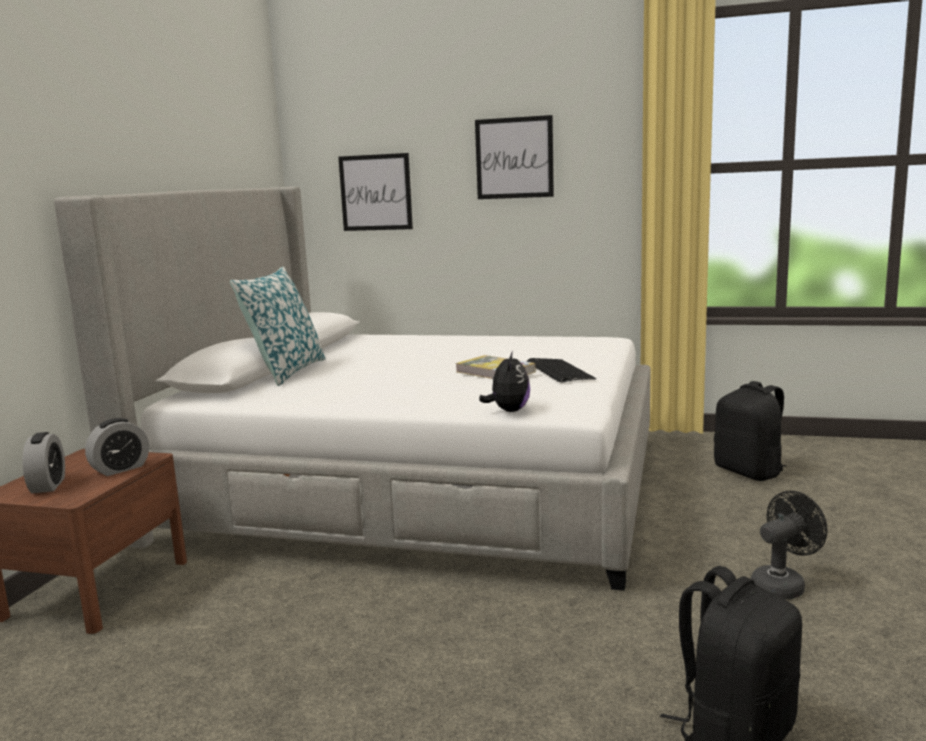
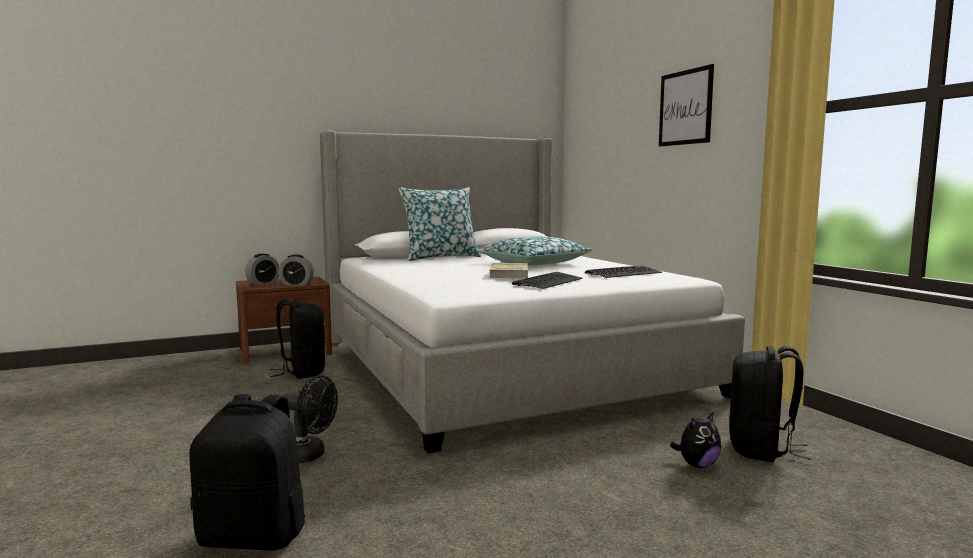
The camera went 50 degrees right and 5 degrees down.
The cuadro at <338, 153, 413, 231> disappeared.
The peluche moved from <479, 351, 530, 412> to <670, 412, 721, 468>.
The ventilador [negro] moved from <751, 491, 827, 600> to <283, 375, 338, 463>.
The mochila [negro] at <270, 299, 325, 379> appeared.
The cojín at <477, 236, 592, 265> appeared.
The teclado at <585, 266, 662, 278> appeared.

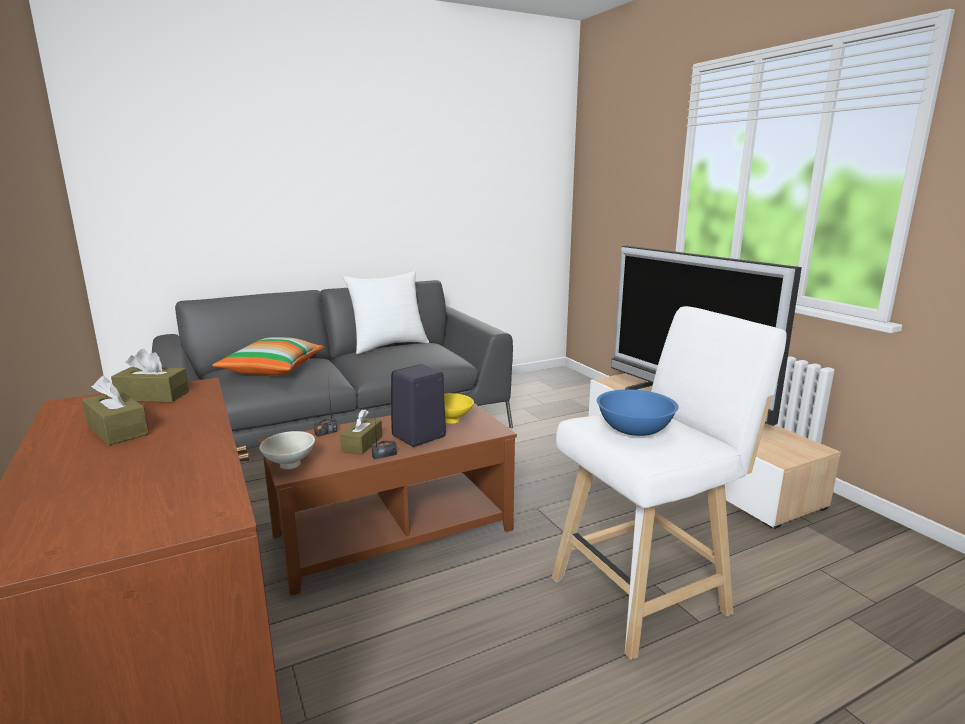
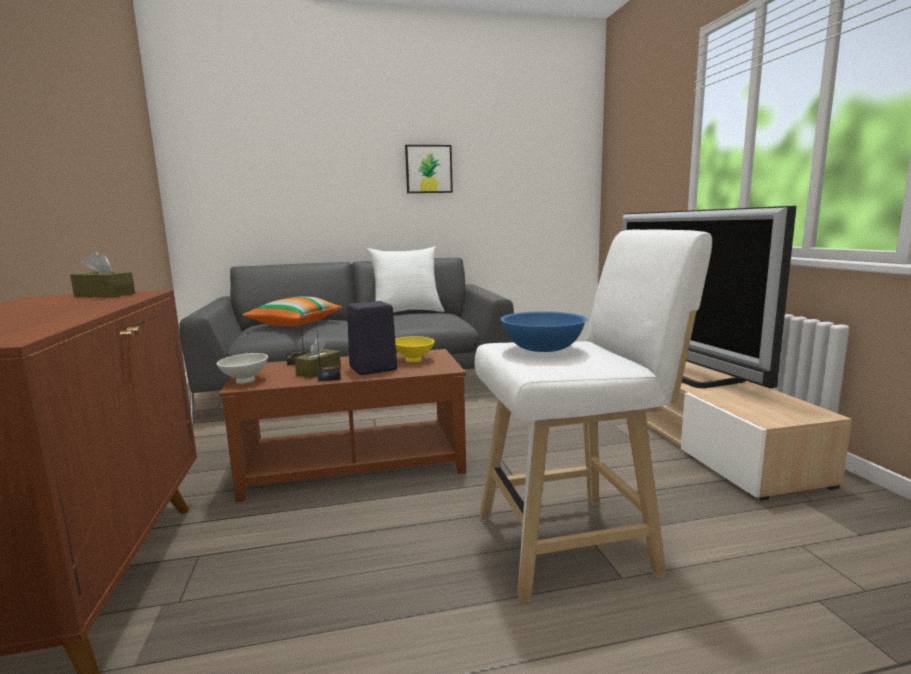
The camera went 15 degrees right and 5 degrees down.
The caja de pañuelos [marrón] at <82, 376, 149, 445> disappeared.
The cuadro at <405, 145, 453, 193> appeared.

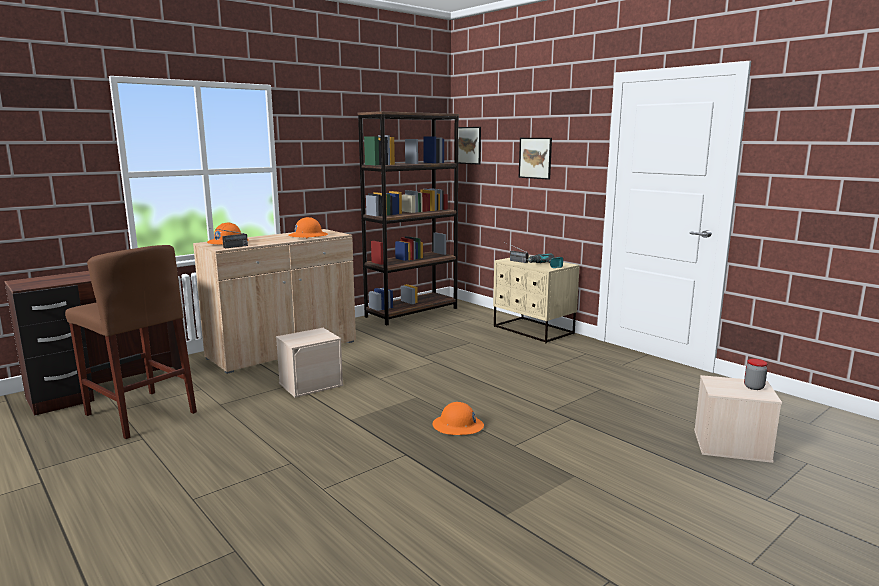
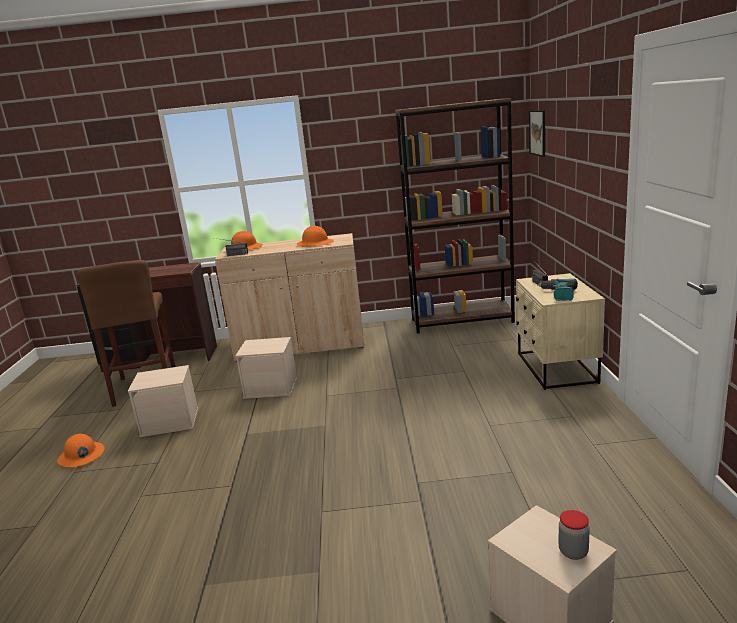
The camera went 40 degrees right and 5 degrees up.
The casco [naranja] moved from <432, 402, 484, 435> to <57, 433, 104, 467>.
The cuadro at <519, 138, 552, 180> disappeared.
The caja de almacenaje [beis] at <128, 365, 198, 437> appeared.

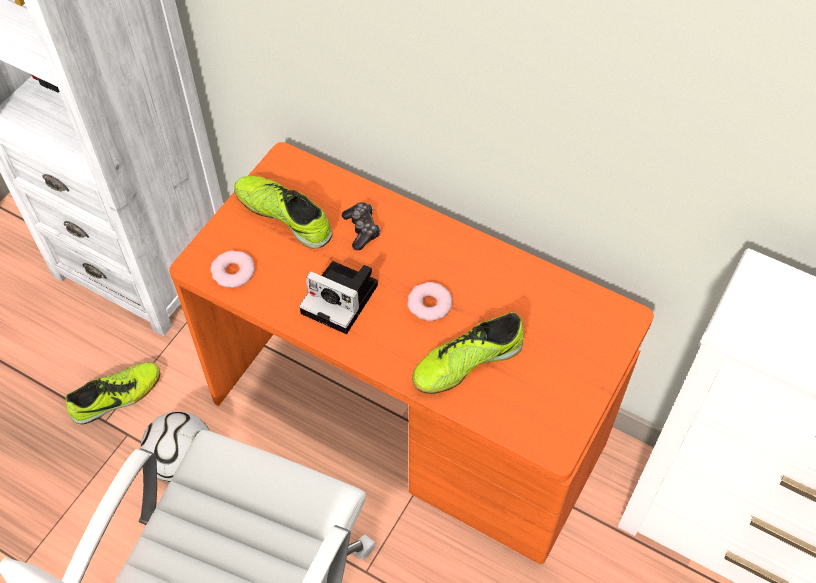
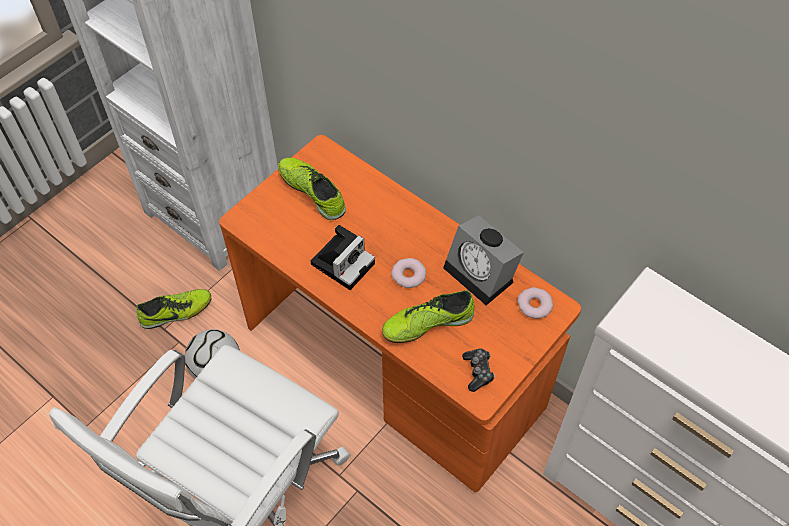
The camera went 10 degrees right and 0 degrees up.
The rosquilla moved from <210, 250, 255, 288> to <517, 287, 553, 319>.
The cámara at <299, 261, 378, 334> turned 90 degrees counterclockwise.
The mando de consola moved from <342, 202, 381, 250> to <462, 349, 495, 392>.
The despertador at <443, 215, 524, 305> appeared.

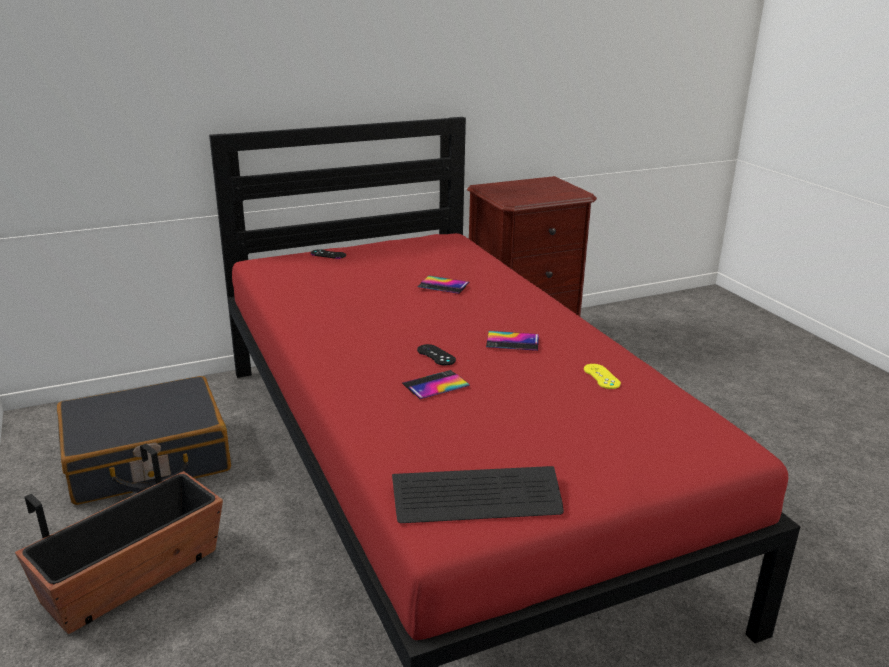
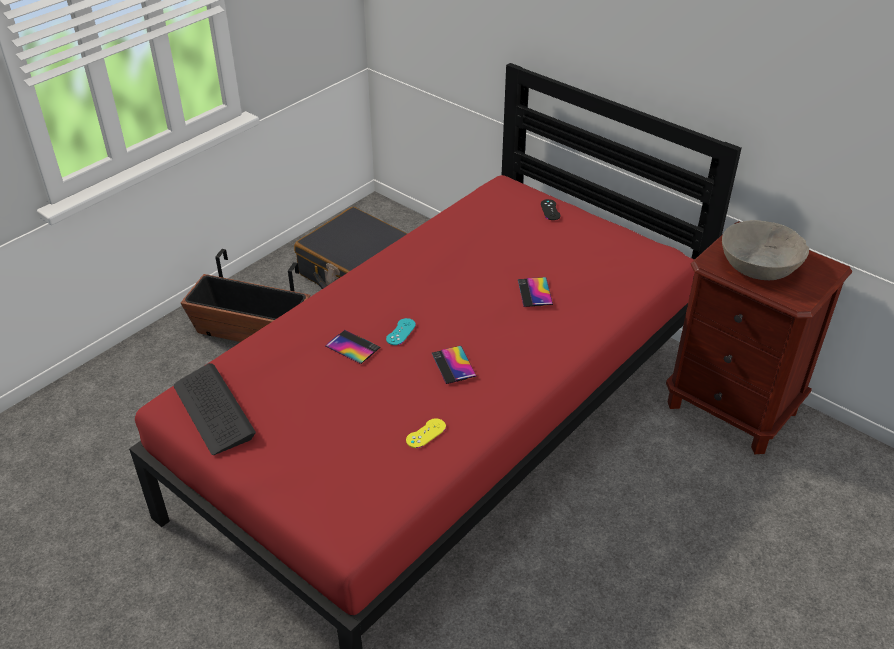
The camera went 65 degrees right and 15 degrees up.
The mando de consola [negro] at <417, 344, 456, 366> became the mando de consola [turquesa] at <386, 318, 416, 345>.
The cuenco [gris] at <722, 220, 809, 280> appeared.

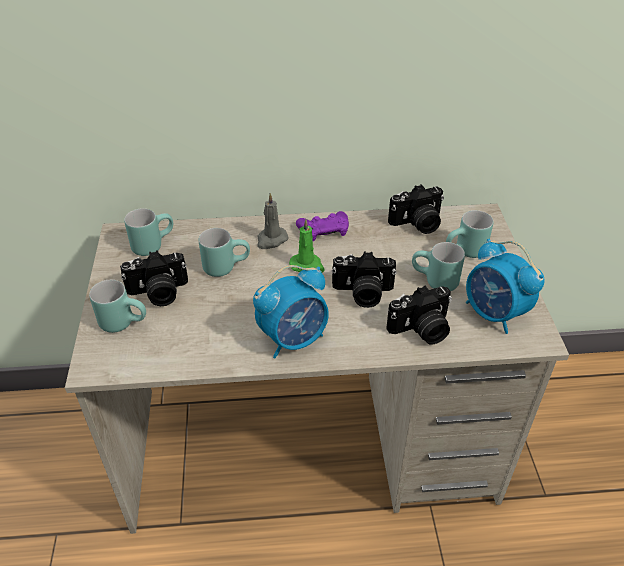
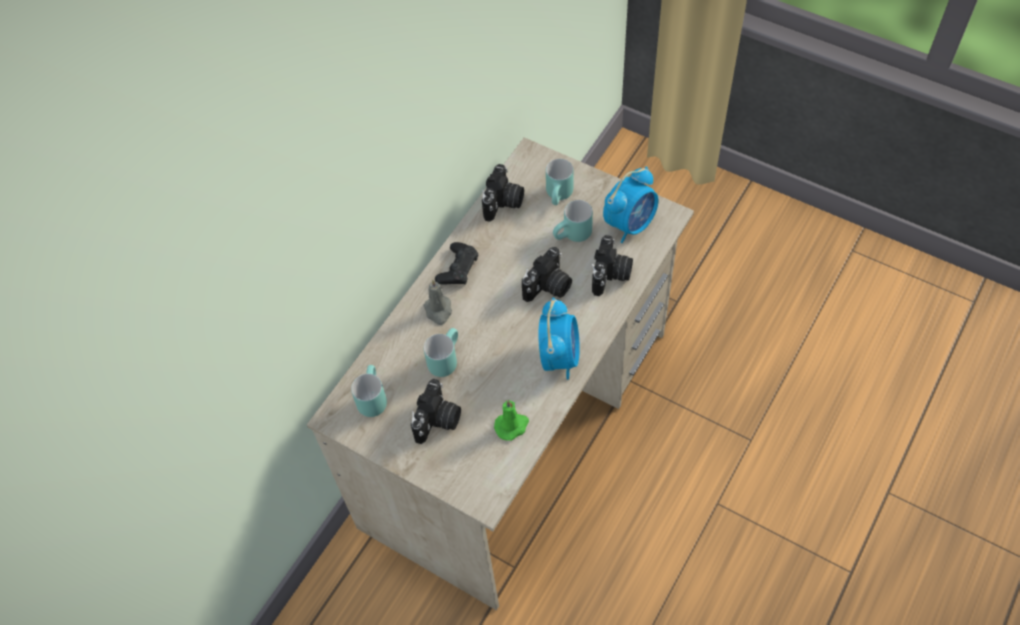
The camera went 50 degrees left and 15 degrees up.
The taza grande [turquesa] at <89, 280, 146, 333> disappeared.
The vela [verde] moved from <289, 219, 324, 273> to <494, 400, 529, 441>.
The mando de consola [morado] at <296, 211, 349, 241> became the mando de consola [negro] at <435, 242, 478, 285>.
The despertador at <466, 239, 545, 334> turned 45 degrees counterclockwise.

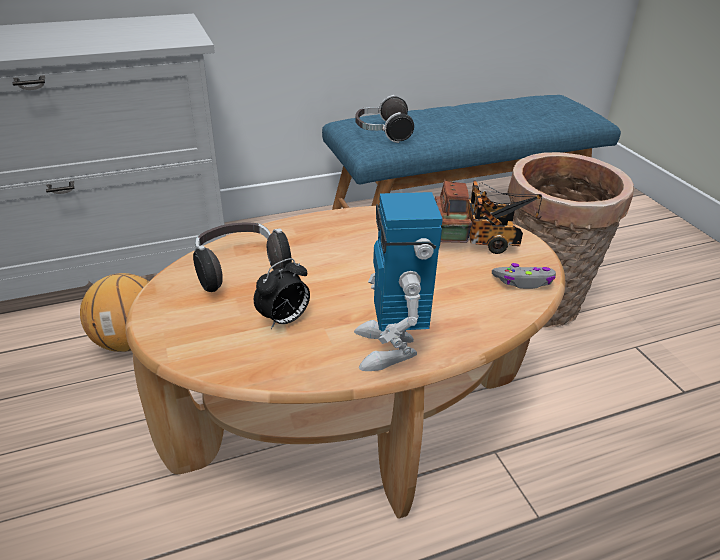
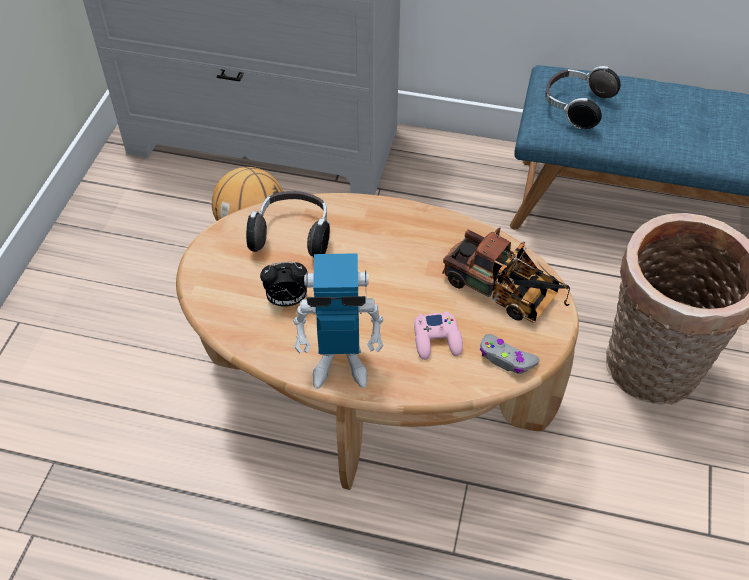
The camera went 35 degrees right and 15 degrees up.
The robot de juguete at <354, 192, 443, 371> turned 120 degrees counterclockwise.
The mando de consola [rosa] at <414, 311, 463, 360> appeared.

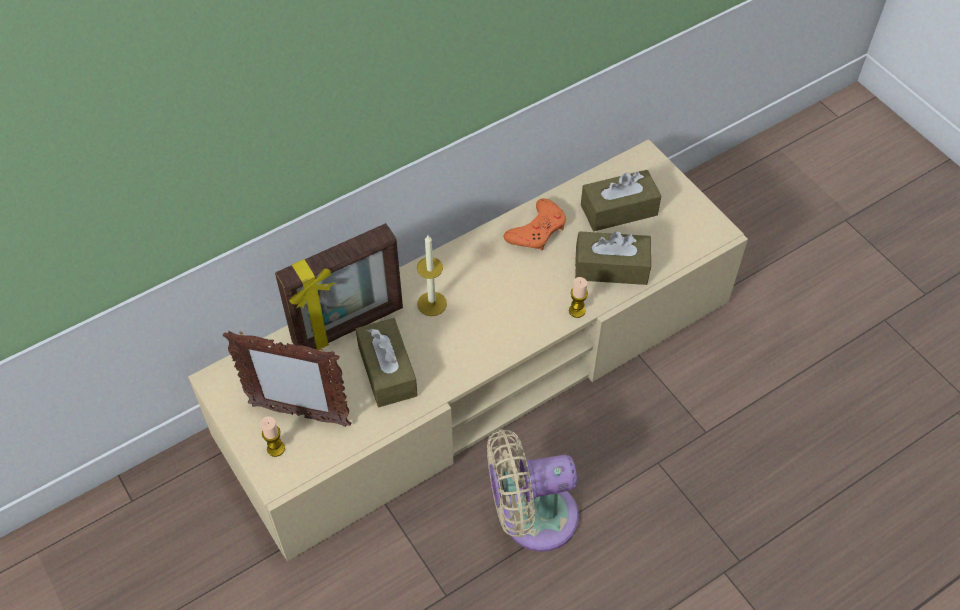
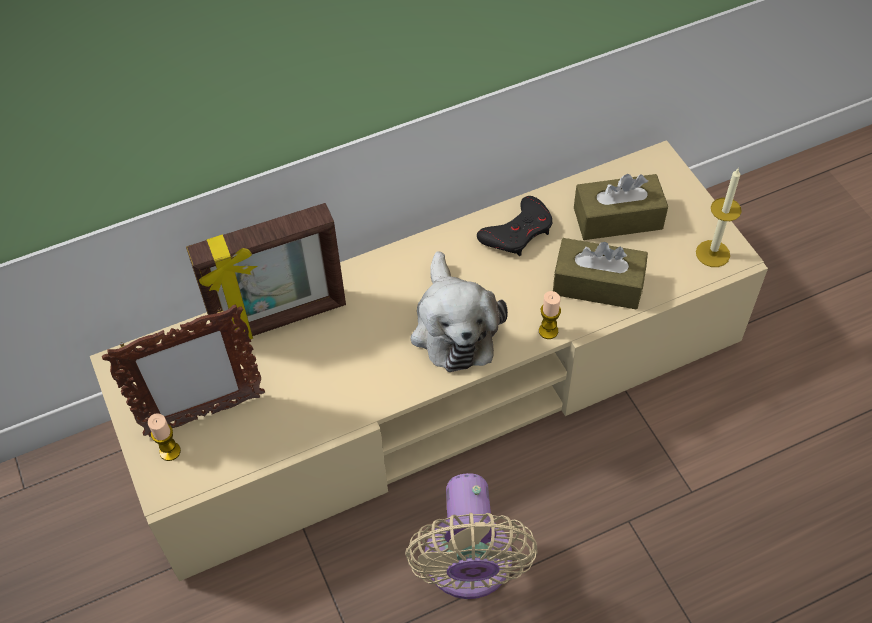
The camera went 10 degrees right and 0 degrees up.
The portarretratos at <223, 331, 351, 427> turned 45 degrees counterclockwise.
The caja de pañuelos [marrón] at <355, 318, 418, 407> disappeared.
The vela moved from <417, 235, 447, 316> to <696, 169, 742, 267>.
The ventilador [beis] at <487, 429, 579, 552> turned 90 degrees counterclockwise.
The mando de consola [naranja] at <504, 198, 566, 251> became the mando de consola [negro] at <477, 196, 553, 256>.
The peluche at <411, 251, 508, 372> appeared.

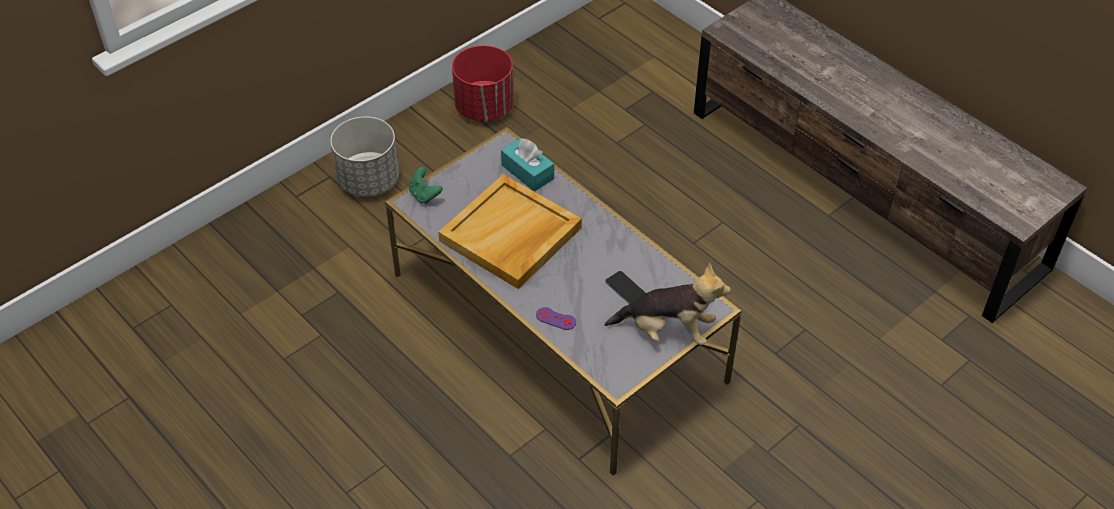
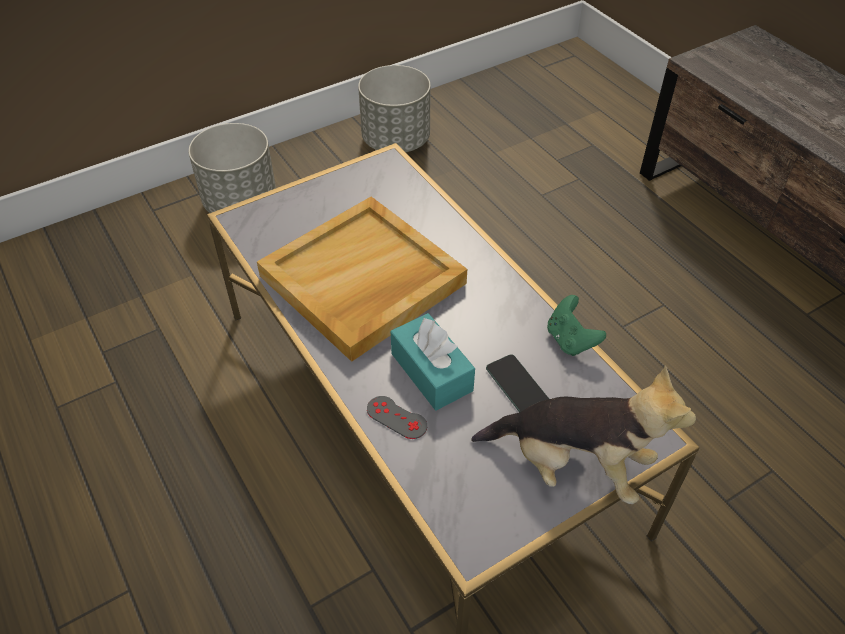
The camera went 10 degrees right and 0 degrees up.
The mando de consola [verde] moved from <409, 167, 443, 204> to <547, 295, 606, 356>.
The maceta [rojo] at <452, 45, 514, 121> became the maceta [gris] at <358, 65, 431, 152>.
The caja de pañuelos [turquesa] moved from <501, 137, 554, 192> to <391, 313, 475, 411>.
The mando de consola [morado] at <536, 307, 576, 330> became the mando de consola [gris] at <367, 396, 427, 439>.

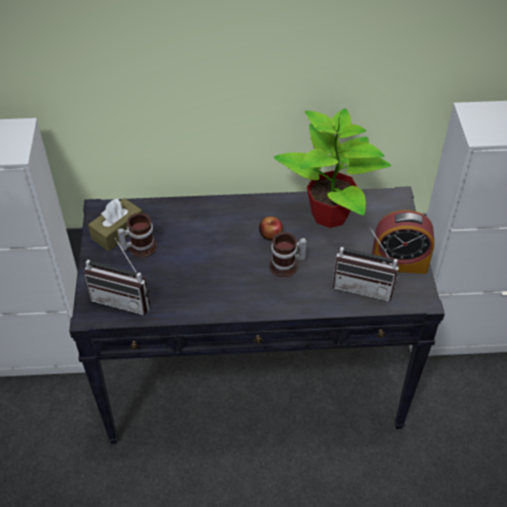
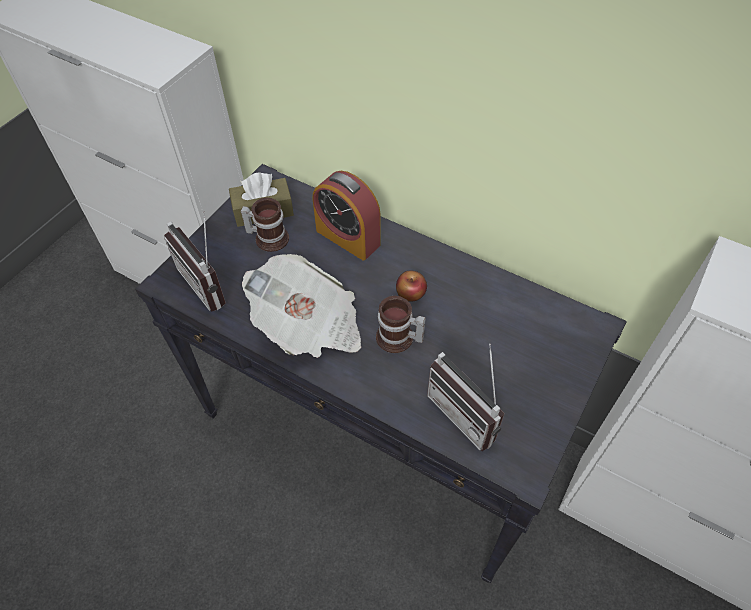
The camera went 35 degrees right and 5 degrees up.
The planta en maceta at <274, 109, 391, 228> disappeared.
The despertador moved from <372, 210, 434, 274> to <313, 171, 381, 261>.
The periódico at <242, 254, 361, 358> appeared.

